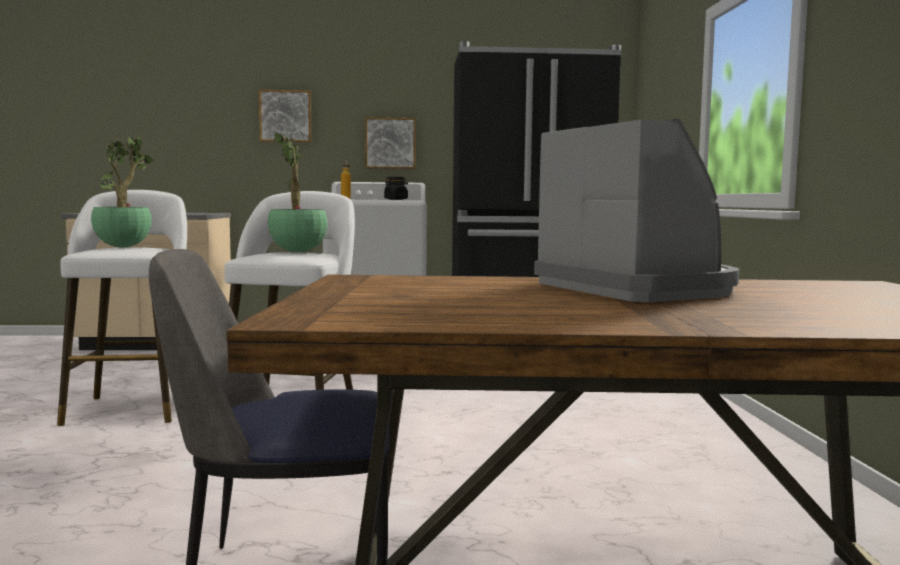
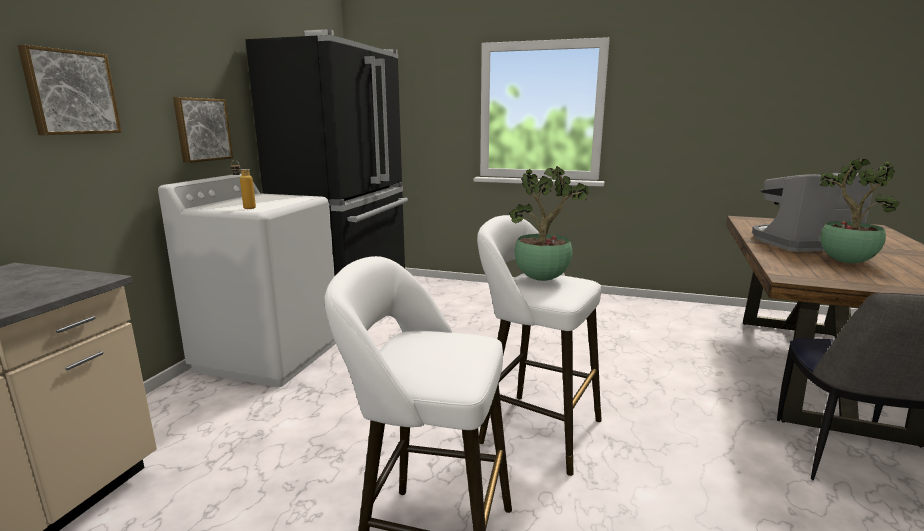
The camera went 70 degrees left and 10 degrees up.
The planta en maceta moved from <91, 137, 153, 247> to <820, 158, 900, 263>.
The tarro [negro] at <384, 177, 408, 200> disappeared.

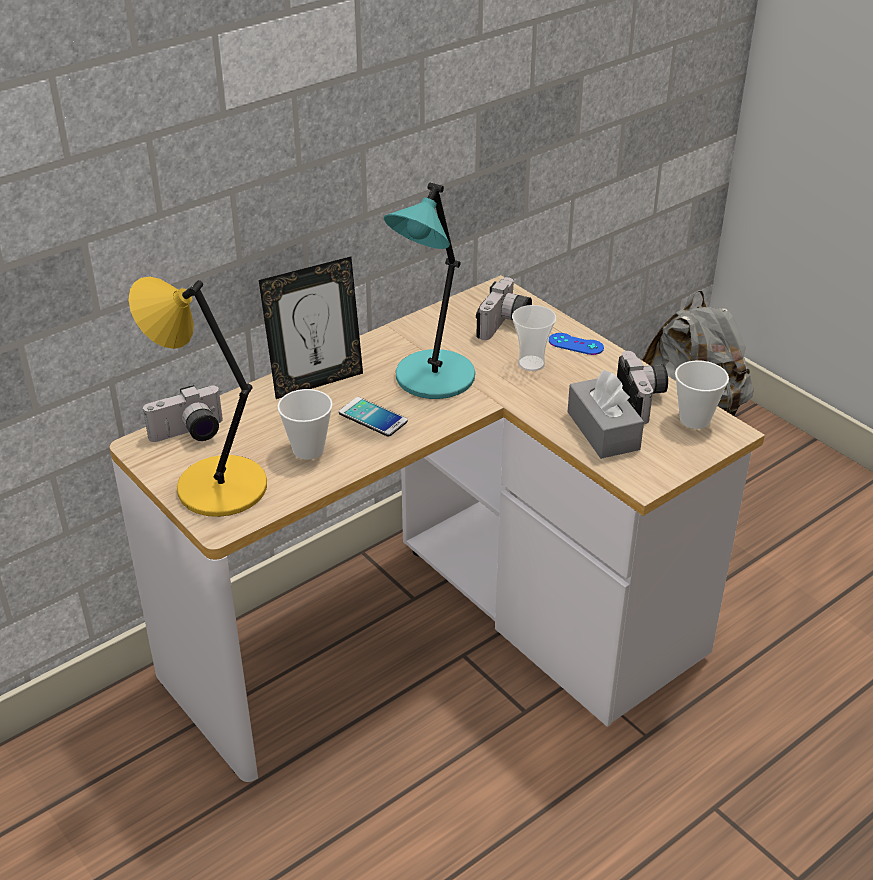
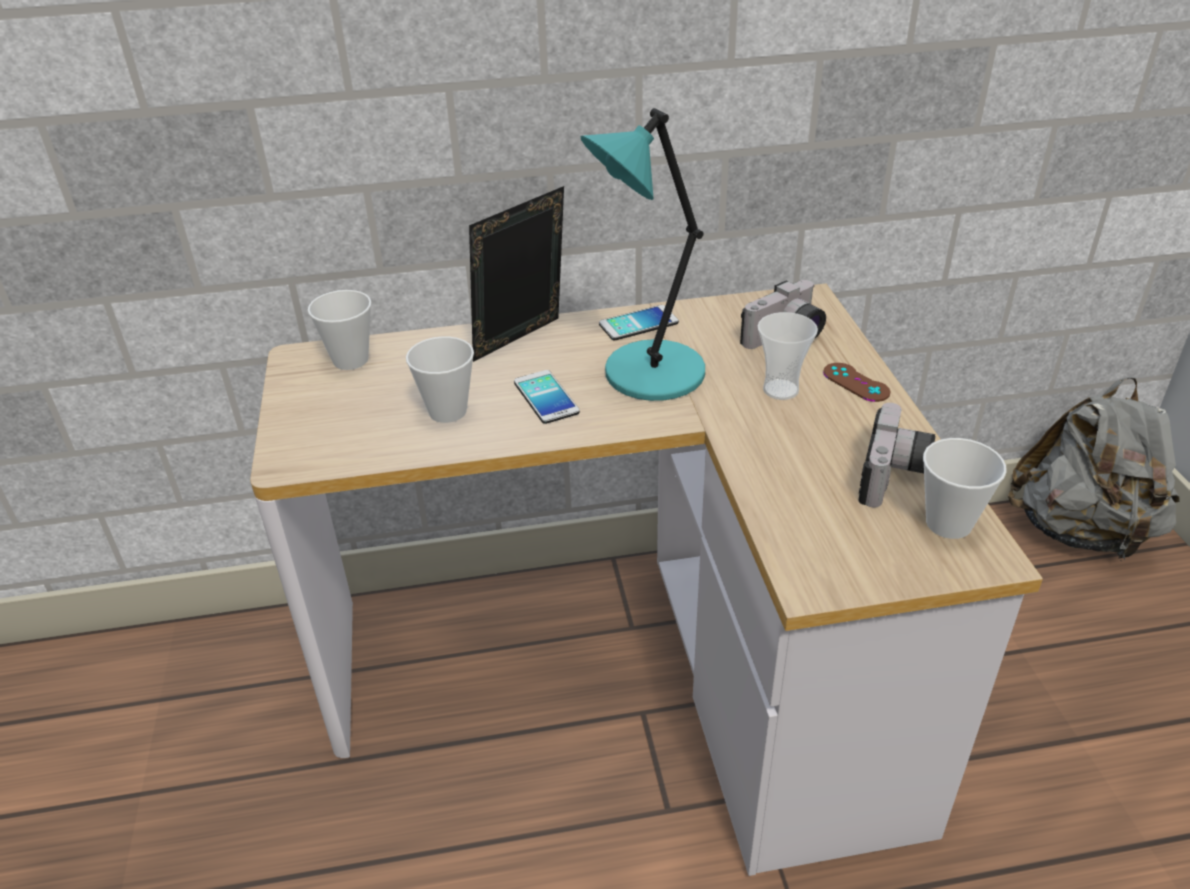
The camera went 30 degrees right and 0 degrees up.
The lámpara de mesa [amarillo] at <129, 277, 267, 517> disappeared.
The cámara at <143, 385, 223, 442> was replaced by the taza at <308, 290, 371, 370>.
The portarretratos at <259, 257, 363, 399> turned 135 degrees clockwise.
The mando de consola [azul] at <549, 333, 604, 355> became the mando de consola [marrón] at <823, 363, 890, 402>.
The caja de pañuelos [gris] at <567, 370, 644, 459> disappeared.
The móvil at <599, 305, 679, 340> appeared.

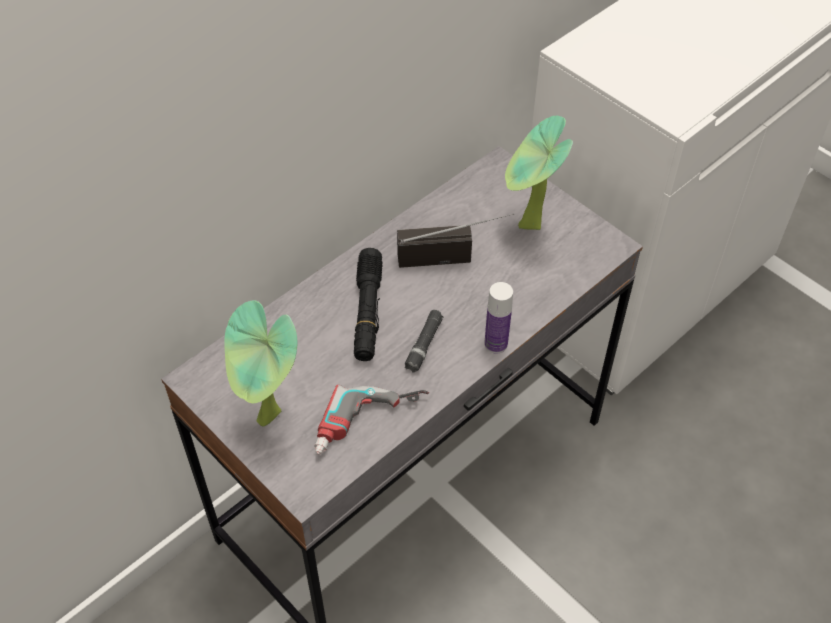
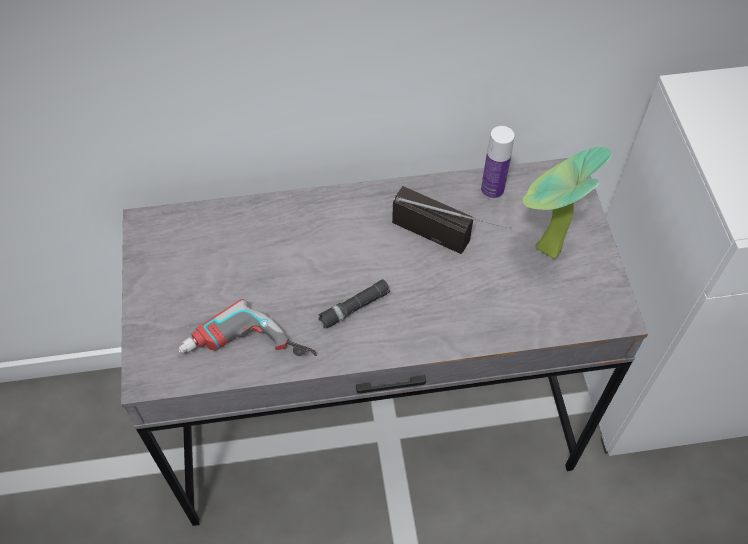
The camera went 35 degrees right and 5 degrees up.
The planta en maceta at <224, 300, 297, 427> disappeared.
The linterna [negro] at <354, 248, 383, 361> disappeared.
The botella moved from <484, 282, 513, 354> to <481, 126, 515, 200>.

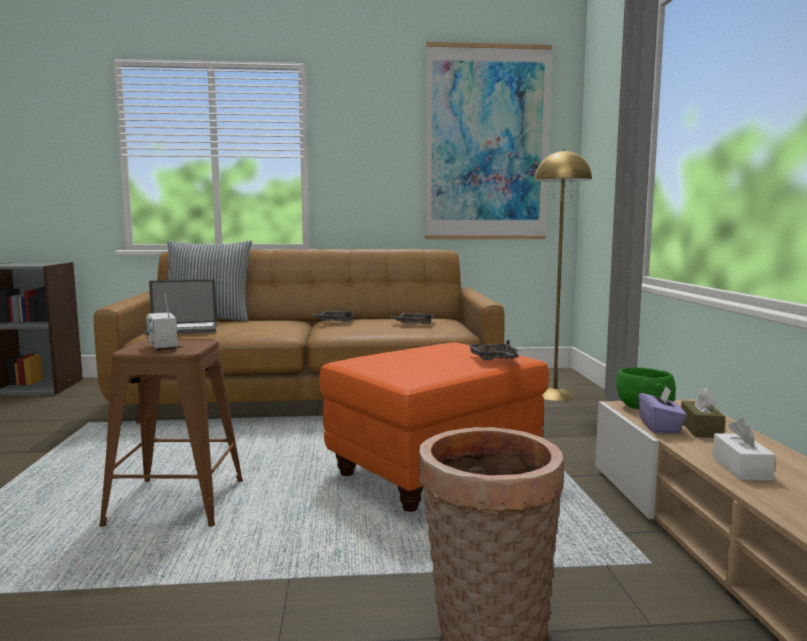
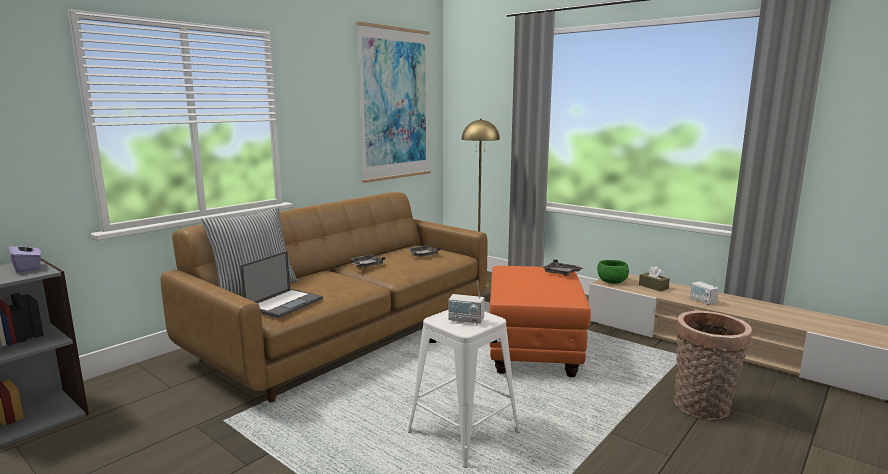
The camera went 45 degrees left and 5 degrees up.
The taburete [marrón] at <99, 339, 243, 527> became the taburete [blanco] at <408, 310, 520, 468>.
The caja de pañuelos [morado] moved from <638, 386, 687, 433> to <9, 238, 42, 273>.
The caja de pañuelos [blanco] at <712, 418, 776, 481> was replaced by the radio at <690, 275, 719, 305>.

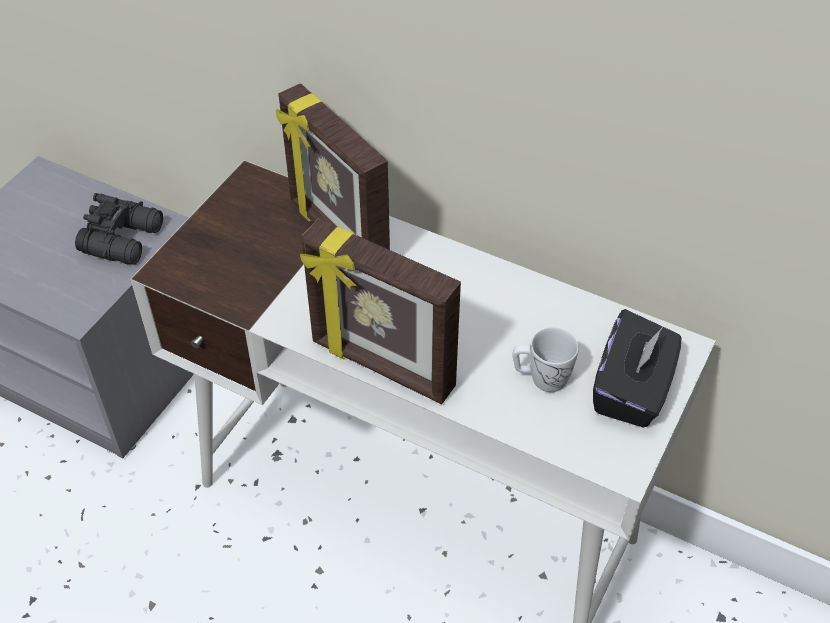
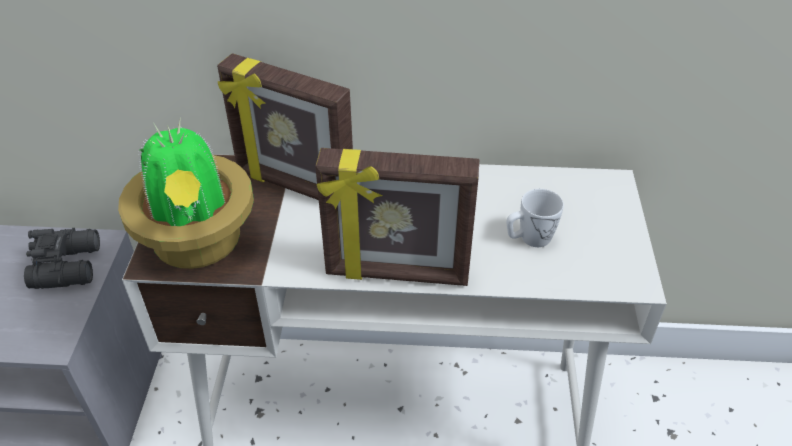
The camera went 25 degrees left and 5 degrees down.
The caja de pañuelos [negro] at <593, 309, 682, 428> disappeared.
The planta en maceta at <118, 116, 254, 269> appeared.

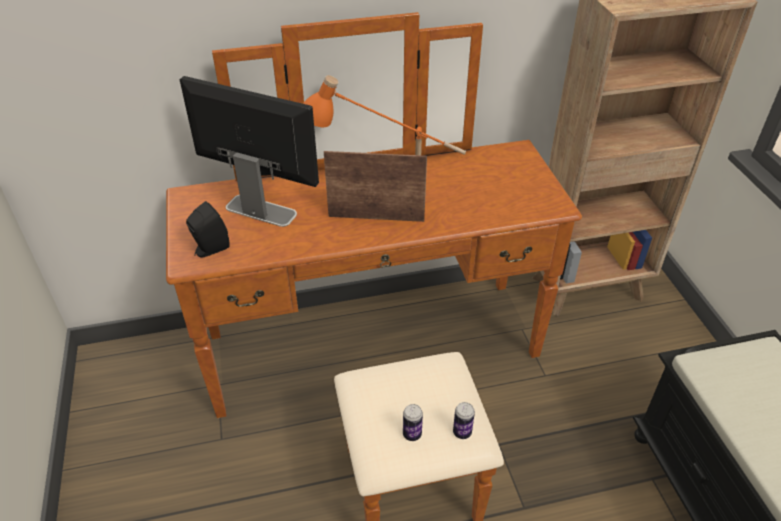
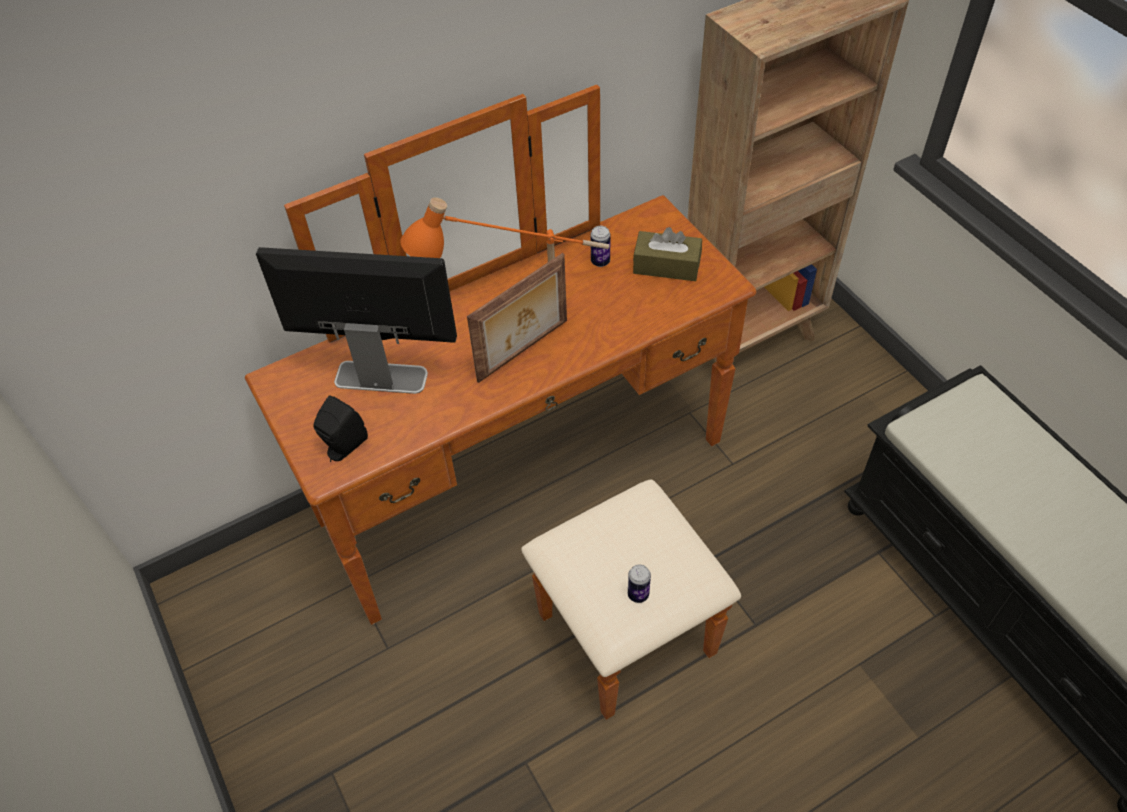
The camera went 15 degrees left and 10 degrees up.
The portarretratos at <324, 151, 427, 222> turned 150 degrees clockwise.
The lata moved from <453, 402, 475, 439> to <590, 226, 610, 267>.
The caja de pañuelos [marrón] at <633, 227, 702, 281> appeared.

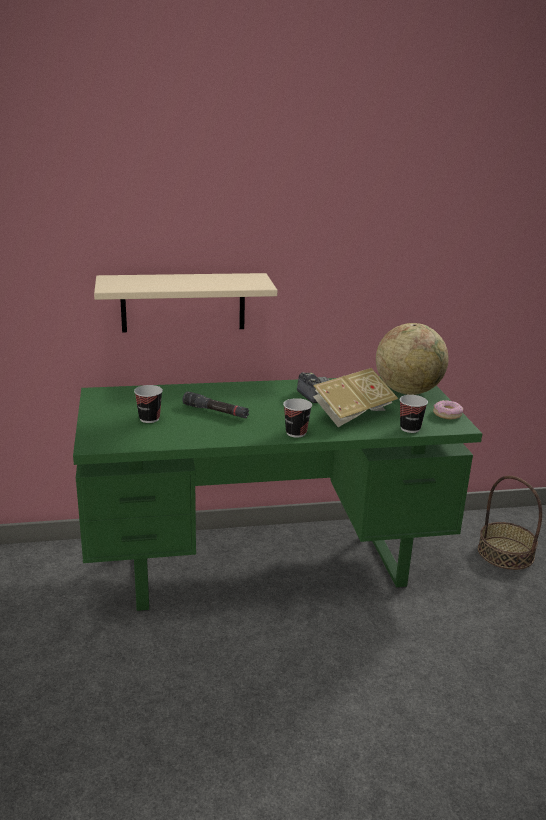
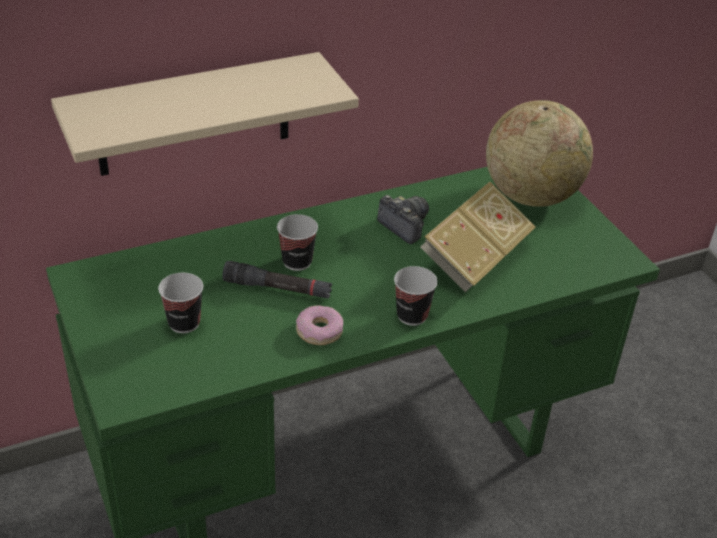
The camera went 15 degrees left and 15 degrees up.
The taza moved from <399, 395, 428, 433> to <277, 214, 318, 271>.
The rosquilla moved from <433, 400, 463, 419> to <296, 305, 343, 345>.
The cesta at <478, 476, 542, 570> disappeared.

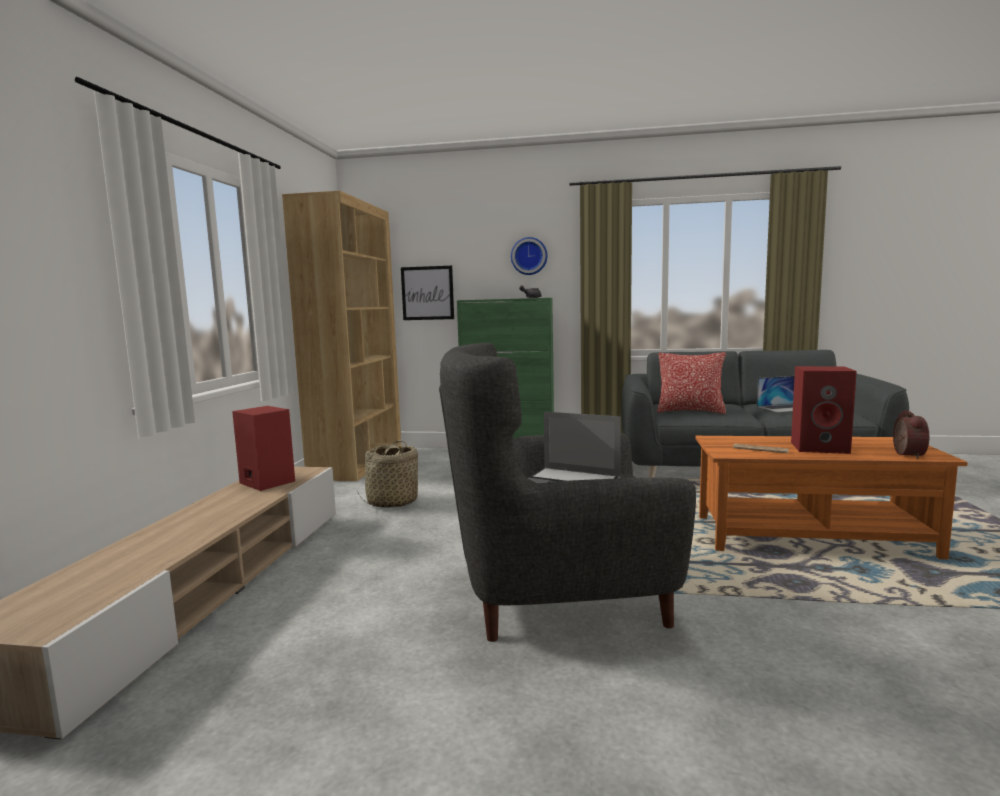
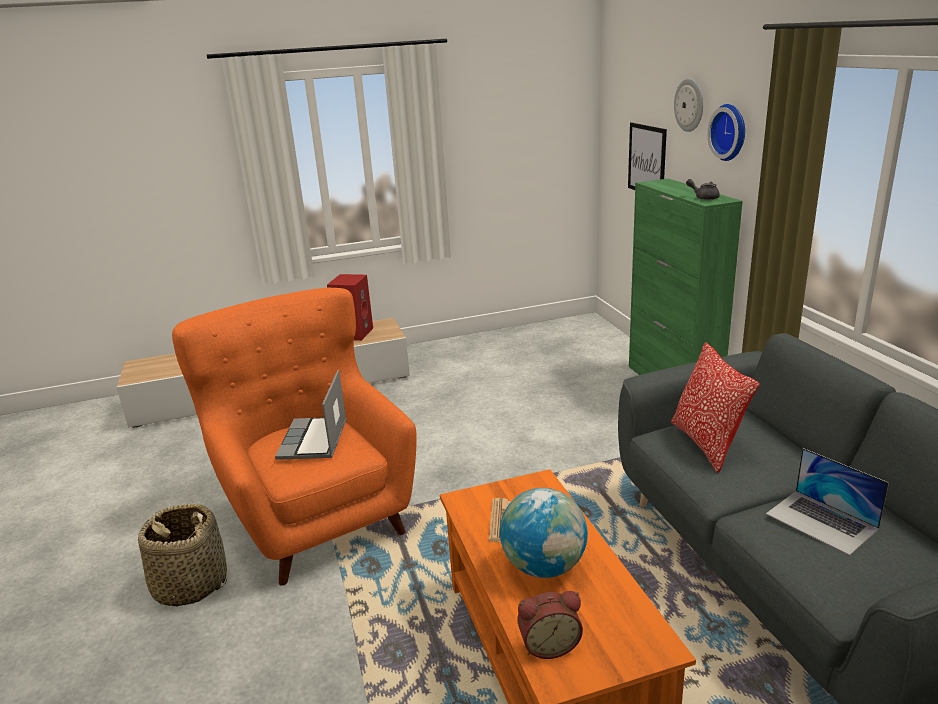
The camera went 65 degrees right and 15 degrees up.
The estantería [marrón] at <282, 191, 401, 481> disappeared.
The cesta moved from <357, 441, 418, 508> to <138, 503, 227, 607>.
The sillón [gris] at <439, 343, 696, 642> became the sillón [naranja] at <172, 288, 417, 585>.
The altavoz [rojo] at <791, 366, 857, 454> was replaced by the globo terráqueo at <500, 488, 588, 578>.
The reloj de pared at <674, 79, 703, 132> appeared.

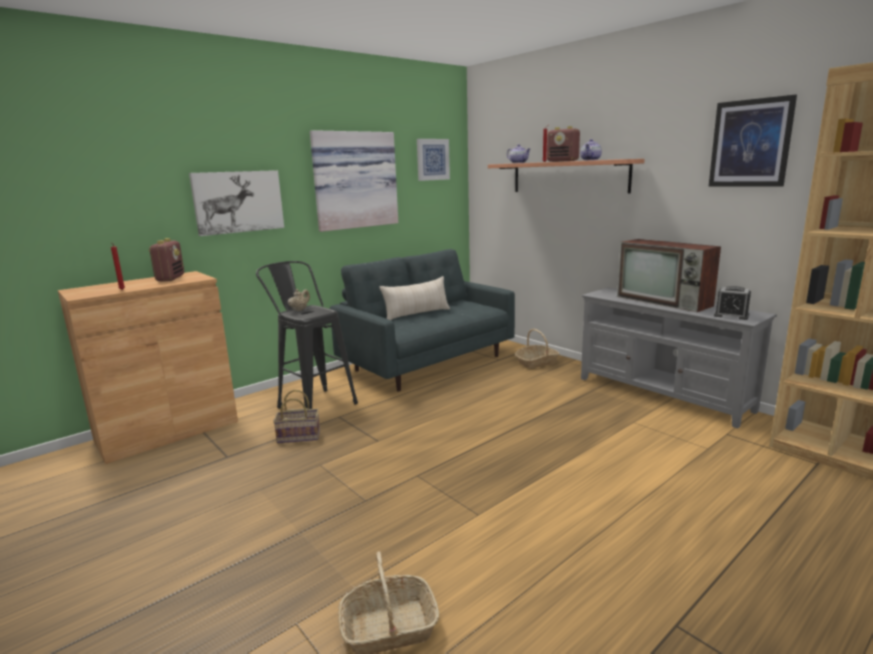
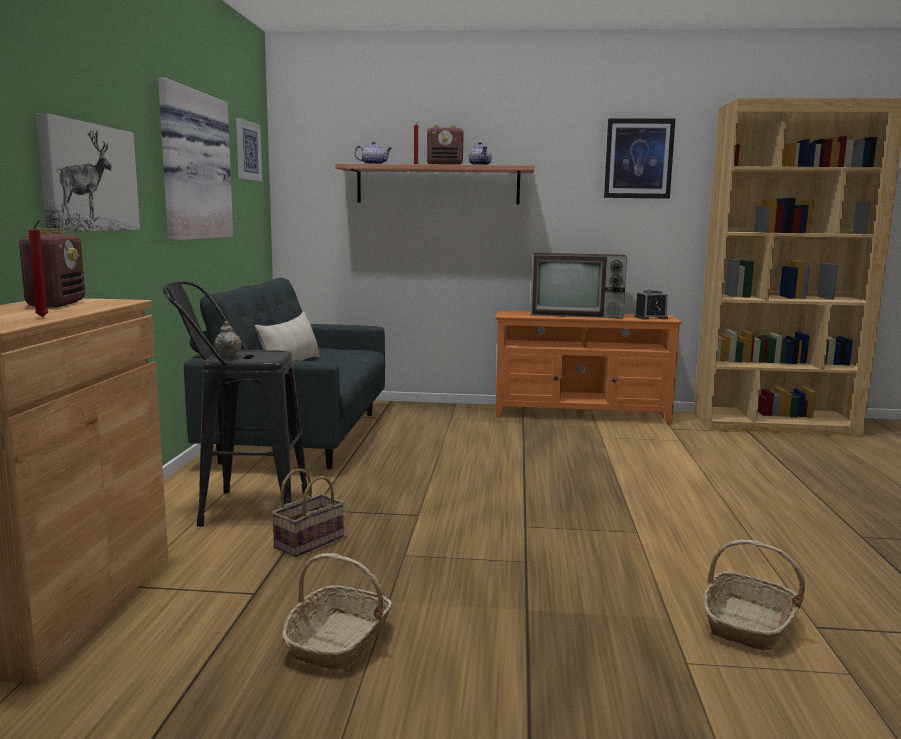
The camera went 45 degrees left and 5 degrees down.
The radio at <148, 238, 184, 282> turned 45 degrees clockwise.
The cesta moved from <515, 329, 560, 368> to <282, 553, 392, 670>.
The mueble de televisión [gris] at <581, 288, 777, 428> became the mueble de televisión [naranja] at <495, 310, 682, 424>.

